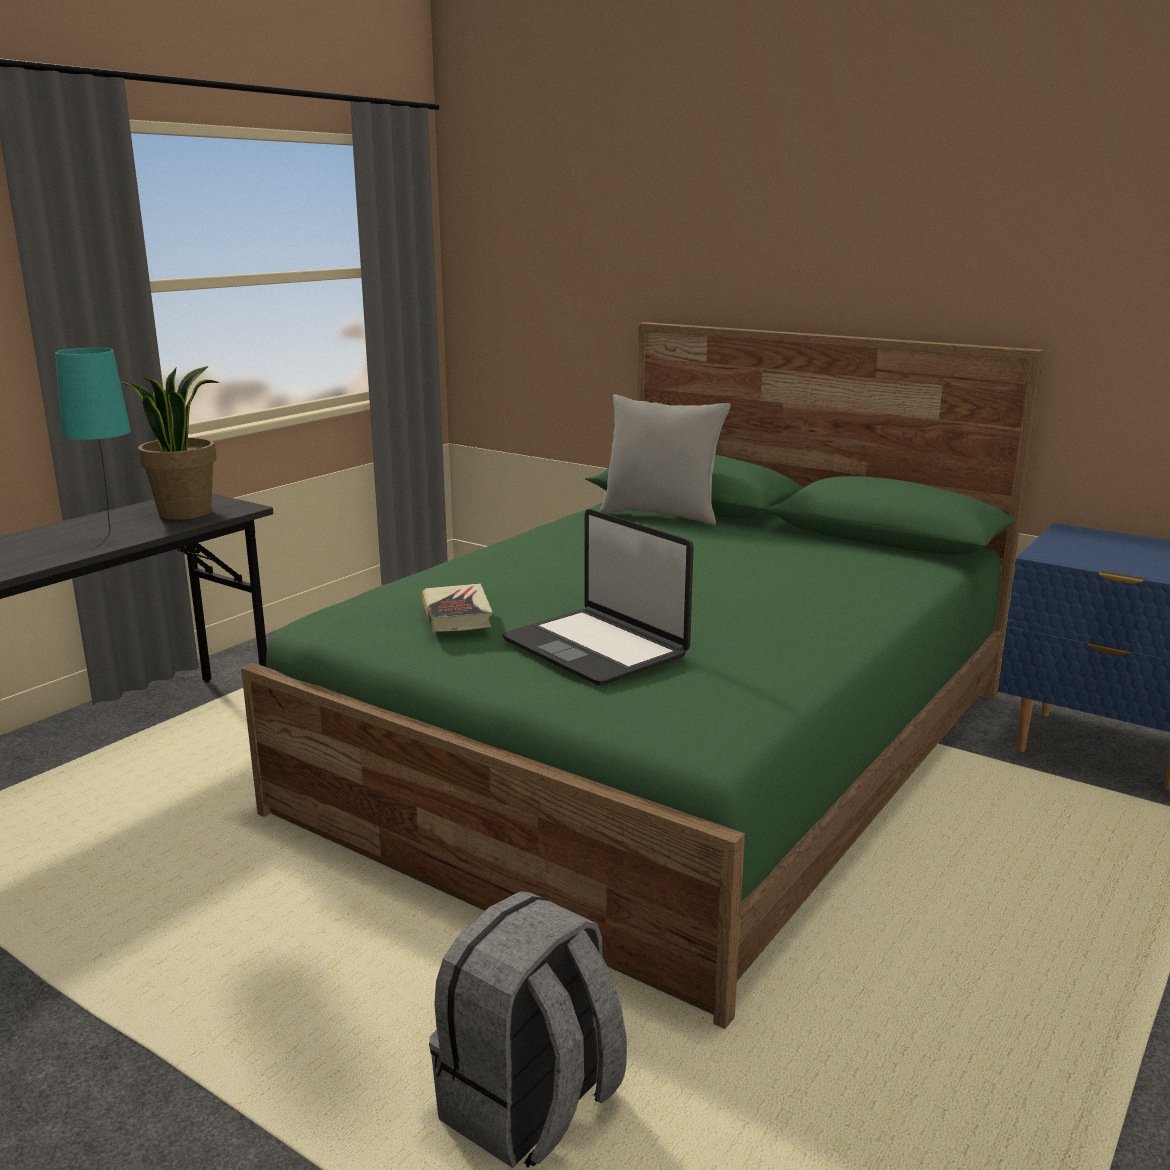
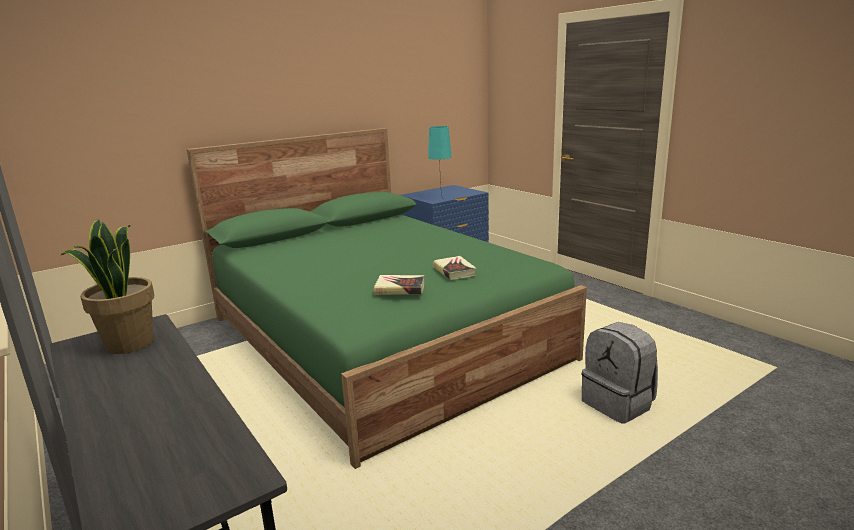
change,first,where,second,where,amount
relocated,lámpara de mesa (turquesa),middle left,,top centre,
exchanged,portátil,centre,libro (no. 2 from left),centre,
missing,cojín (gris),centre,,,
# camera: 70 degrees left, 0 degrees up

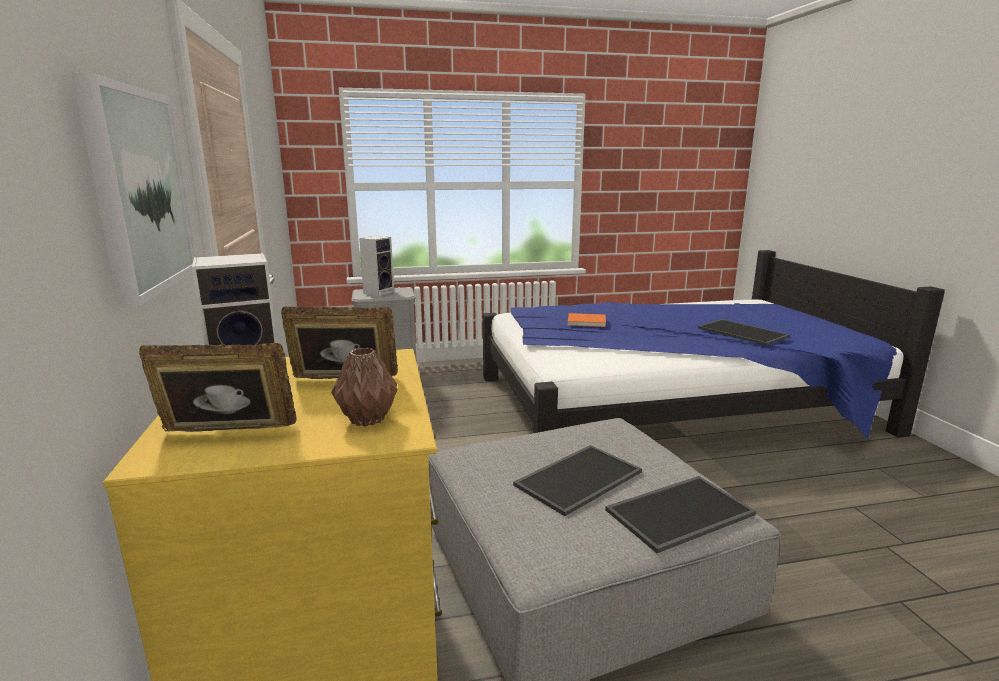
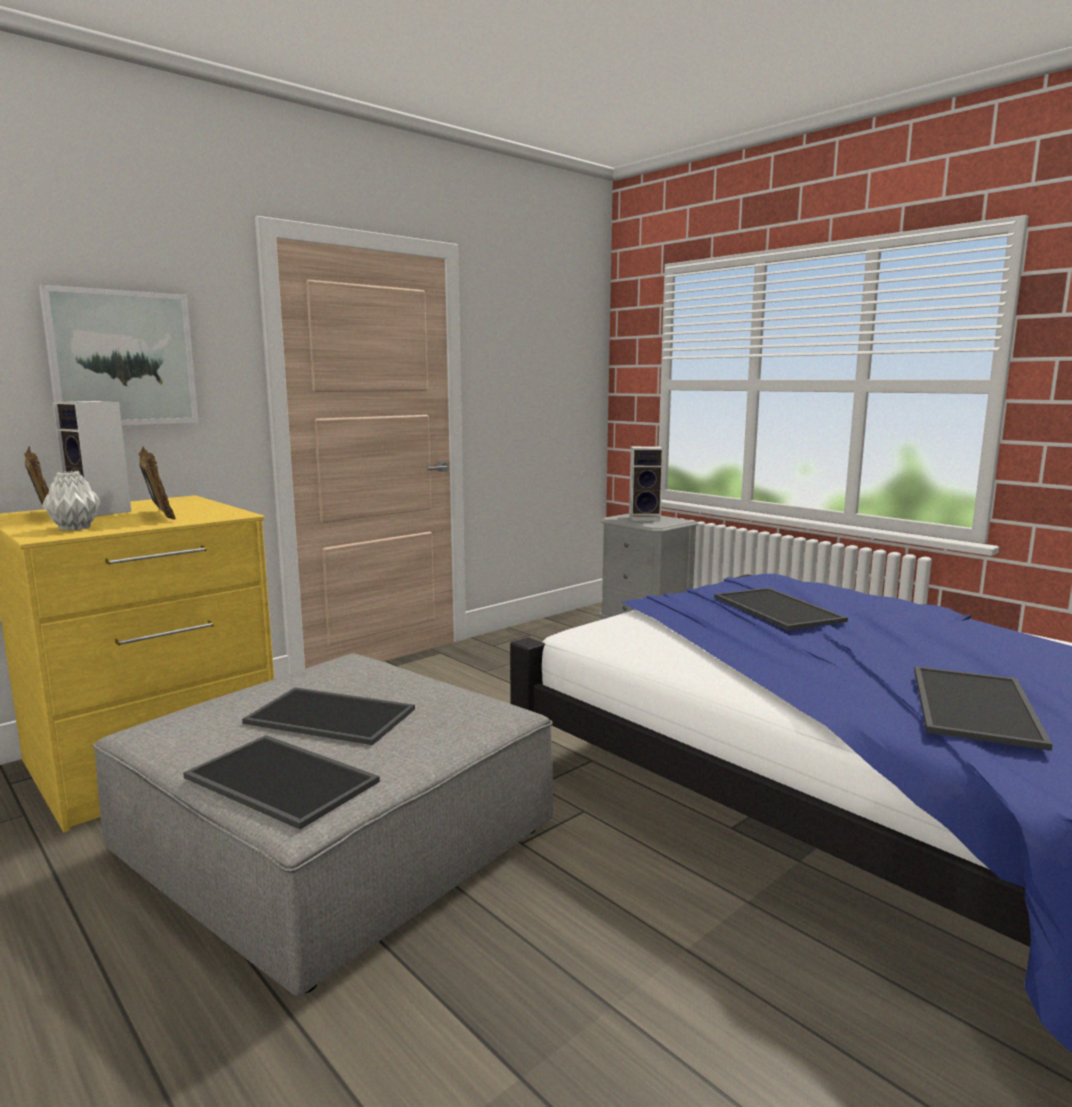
change,first,where,second,where,amount
colour,florero (marrón),centre,florero (gris),middle left,
exchanged,libro (naranja),centre,bandeja (no. 3 from left),middle right,
# camera: 60 degrees right, 5 degrees down

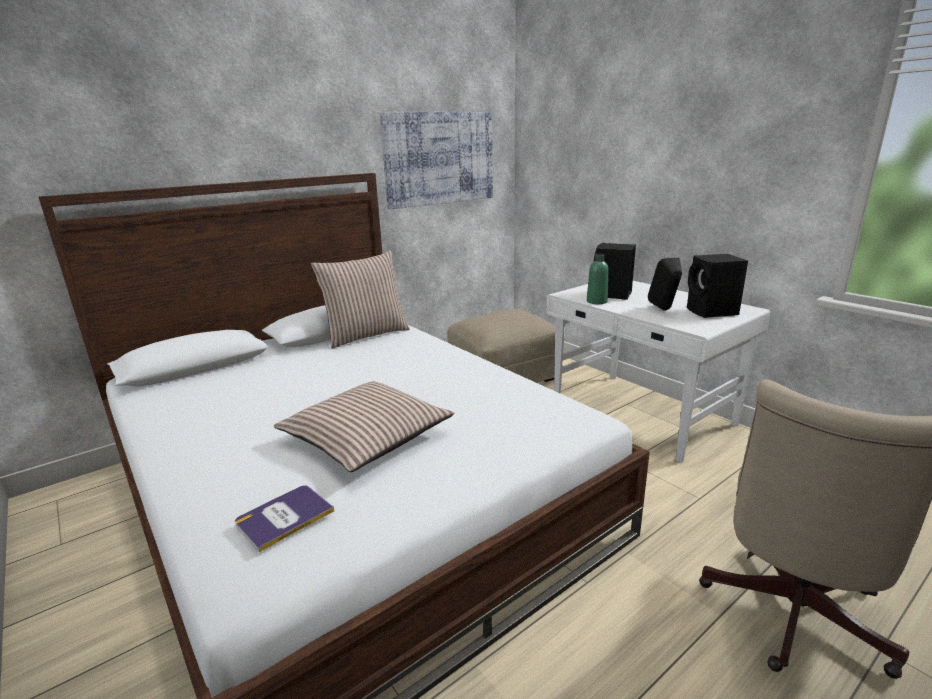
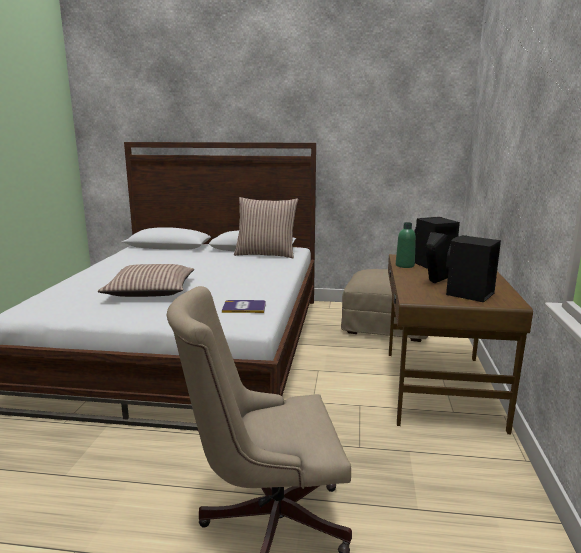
change,first,where,second,where,amount
relocated,libro,bottom left,,centre,
colour,escritorio (blanco),middle right,escritorio (marrón),middle right,
missing,cuadro,top centre,,,
# camera: 45 degrees right, 5 degrees down

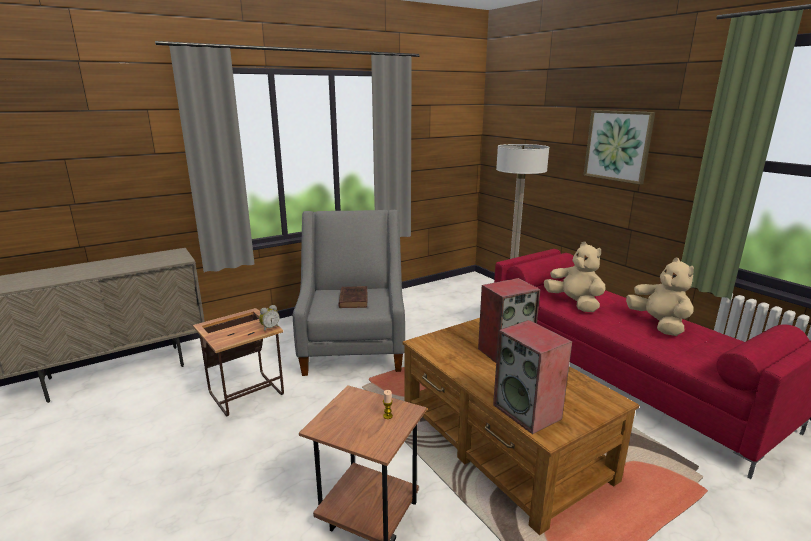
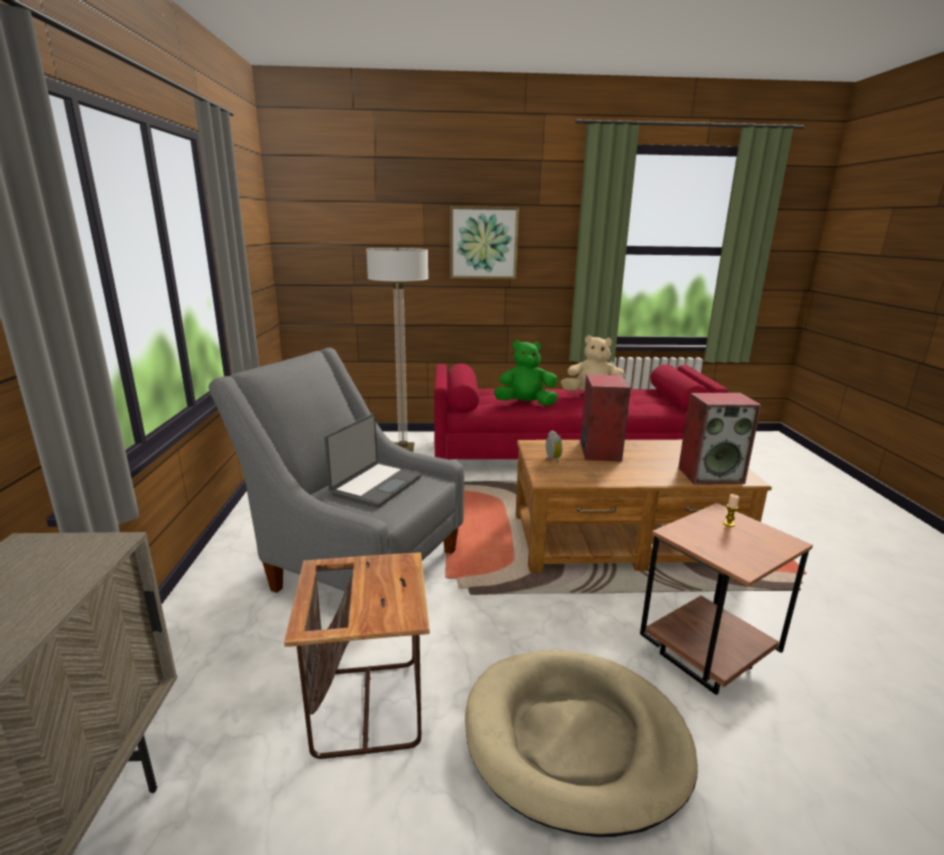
change,first,where,second,where,amount
exchanged,libro (marrón),centre,portátil,centre,
appeared,,,cama para perro (beis),bottom centre,
colour,peluche (beis) (no. 1 from left),middle right,peluche (verde),centre,
relocated,despertador,middle left,,centre,
# camera: 60 degrees left, 0 degrees up

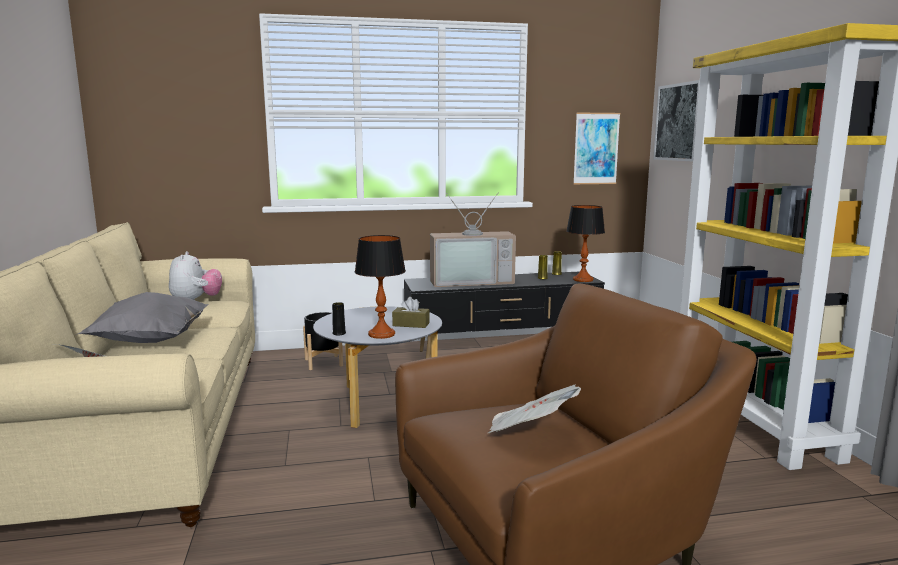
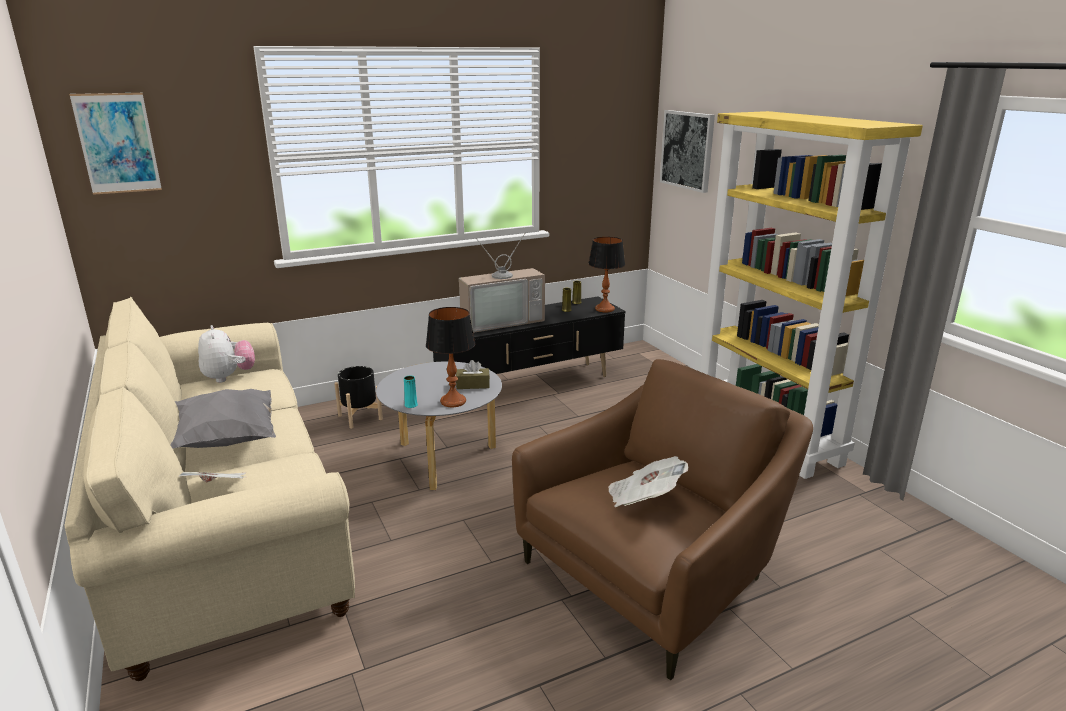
change,first,where,second,where,amount
relocated,cuadro (no. 1 from left),top centre,,top left,
colour,florero (negro),centre,florero (turquesa),centre,
# camera: 15 degrees left, 10 degrees up

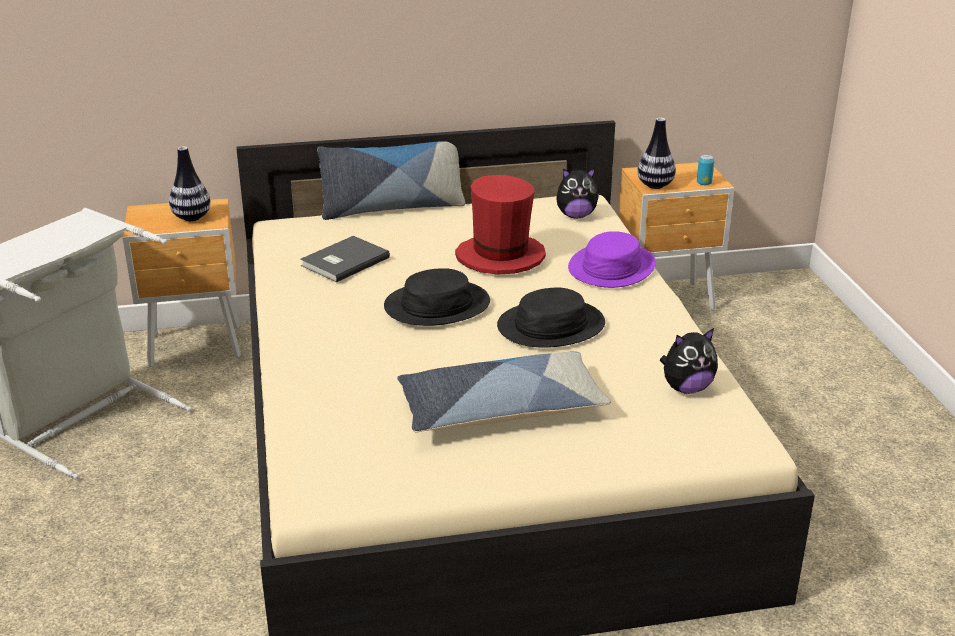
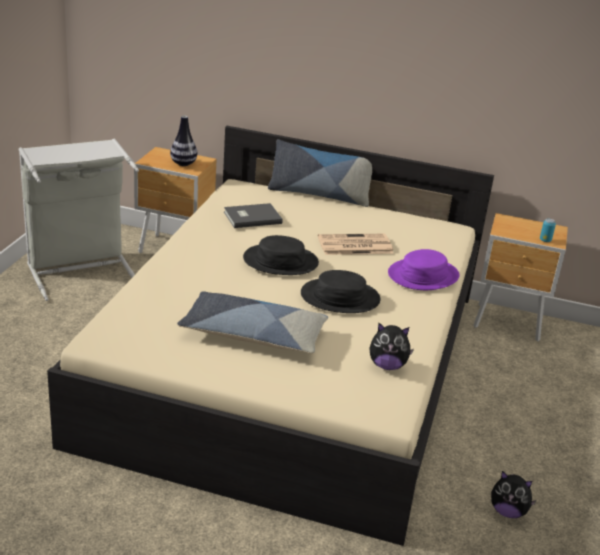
change,first,where,second,where,amount
exchanged,sombrero (rojo),centre,periódico,centre,
relocated,peluche (no. 1 from left in the first image),top centre,peluche (no. 2 from left),bottom right,
missing,florero (no. 2 from left),top right,,,
# camera: 25 degrees right, 0 degrees up

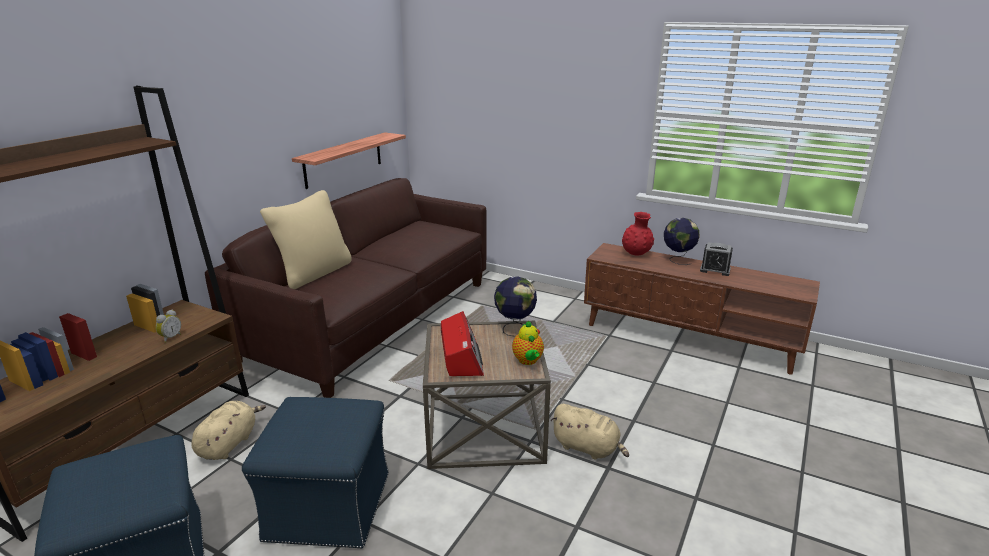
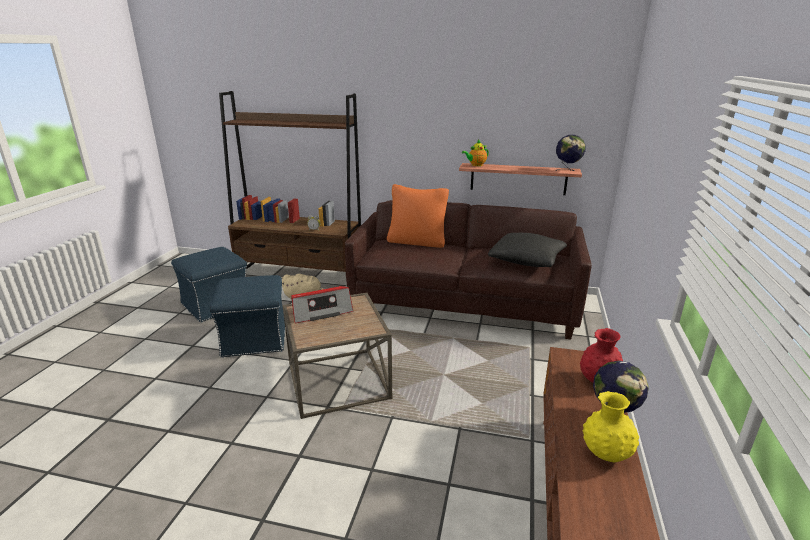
change,first,where,second,where,amount
colour,cojín (beis),middle left,cojín (naranja),centre,
relocated,tetera,centre,,top centre,
appeared,,,cojín (negro),centre,
relocated,globo terráqueo (no. 1 from left),centre,,top right,
exchanged,despertador (no. 2 from left),middle right,florero (amarillo),bottom right,
missing,peluche (beis) (no. 2 from left),bottom centre,,,
# camera: 75 degrees right, 0 degrees up

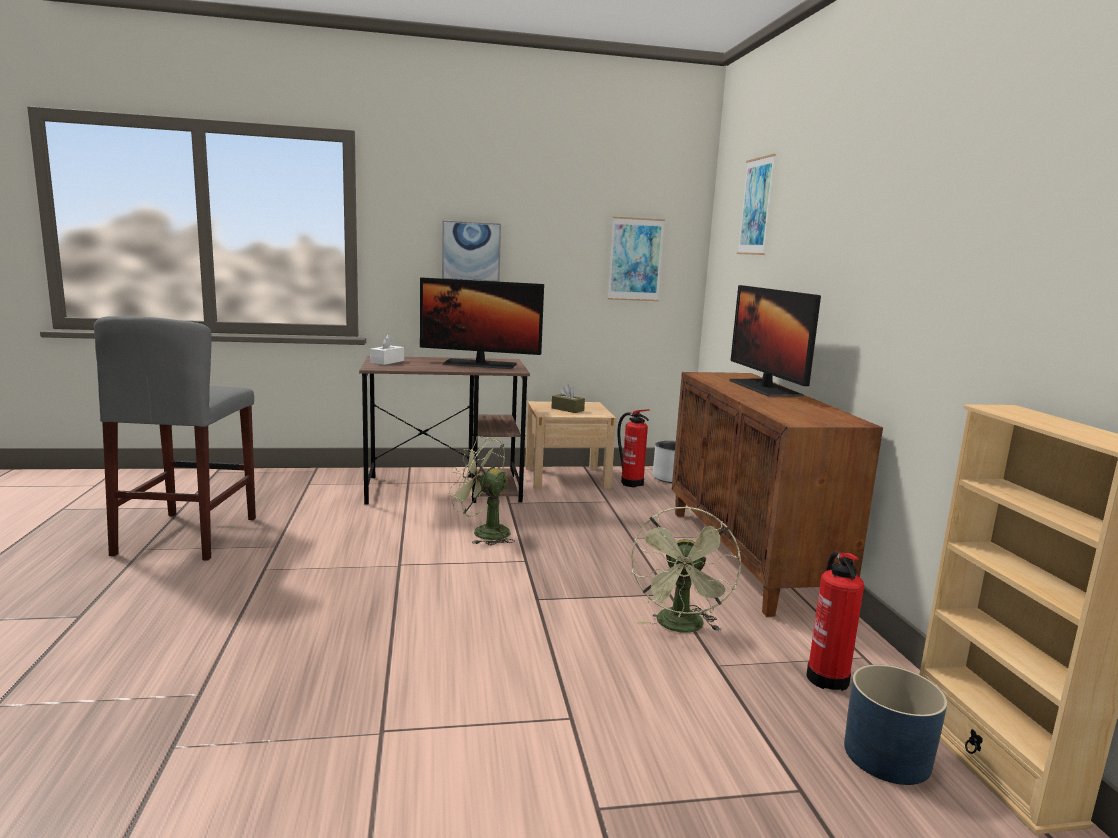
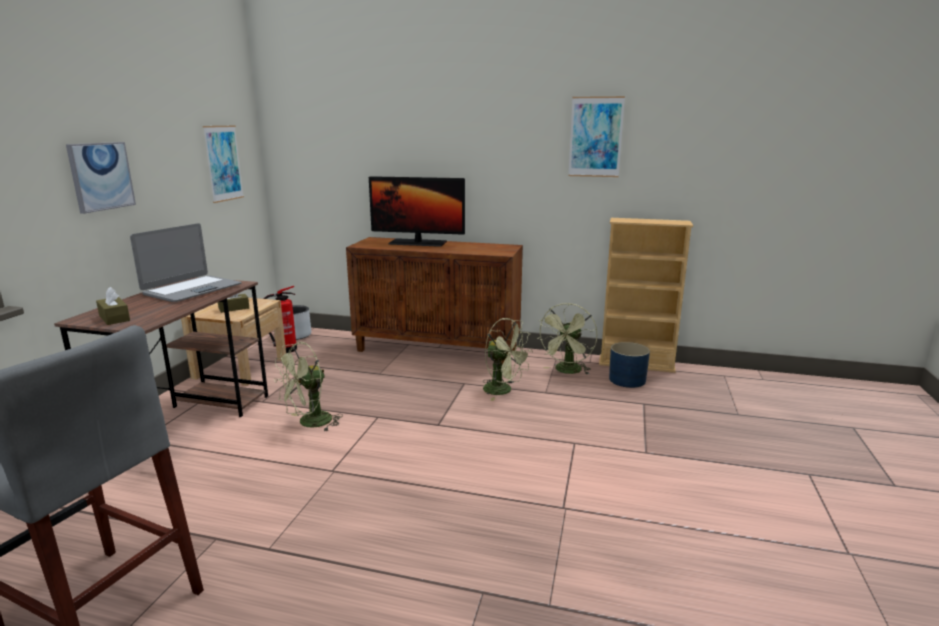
change,first,where,second,where,amount
colour,caja de pañuelos (blanco),centre,caja de pañuelos (marrón) (no. 1 from left),middle left,
exchanged,monitor (no. 1 from left),centre,portátil,middle left,
exchanged,extintor (no. 2 from left),bottom right,ventilador (verde) (no. 3 from left),centre,
relocated,cuadro (no. 3 from left),top right,,top centre,
# camera: 65 degrees left, 5 degrees up

